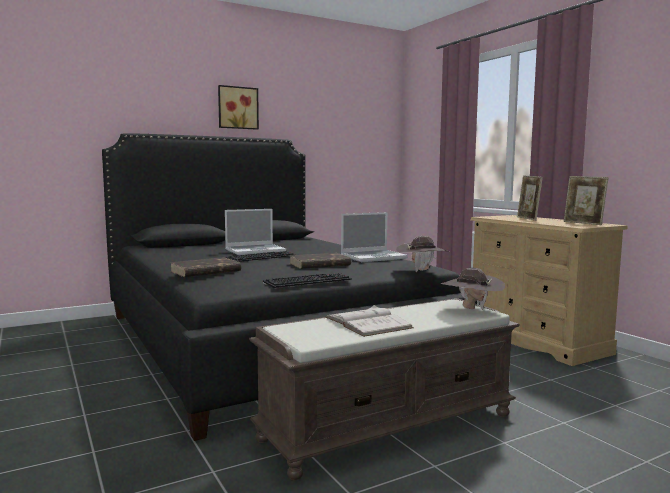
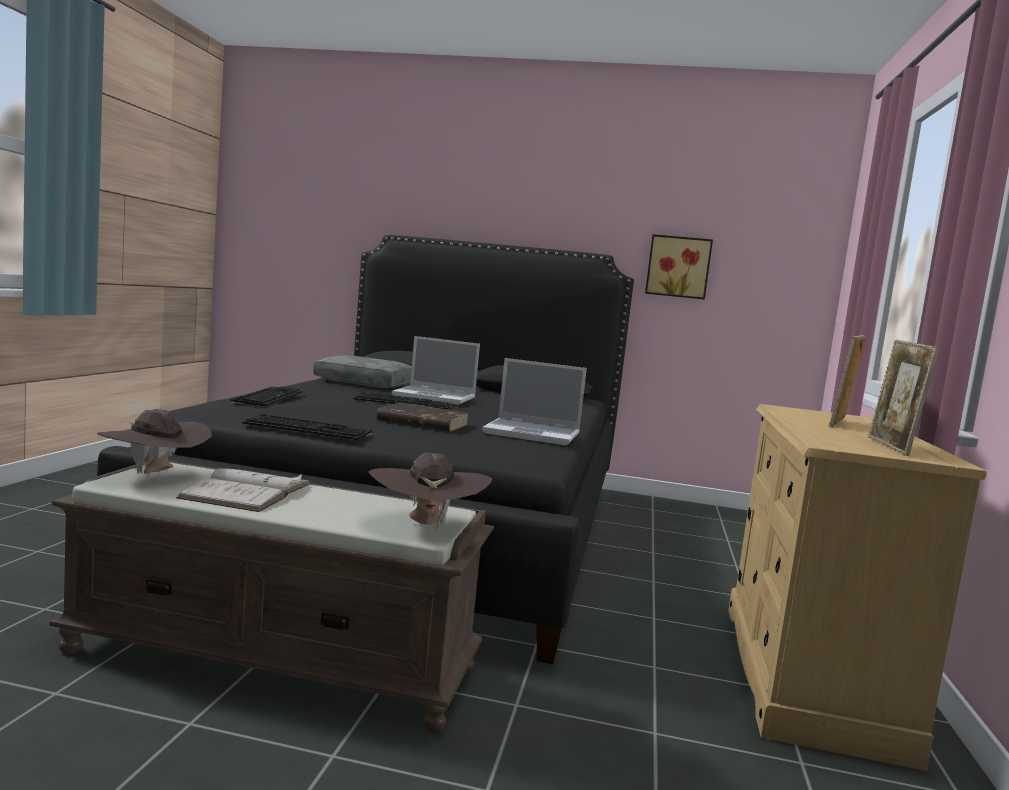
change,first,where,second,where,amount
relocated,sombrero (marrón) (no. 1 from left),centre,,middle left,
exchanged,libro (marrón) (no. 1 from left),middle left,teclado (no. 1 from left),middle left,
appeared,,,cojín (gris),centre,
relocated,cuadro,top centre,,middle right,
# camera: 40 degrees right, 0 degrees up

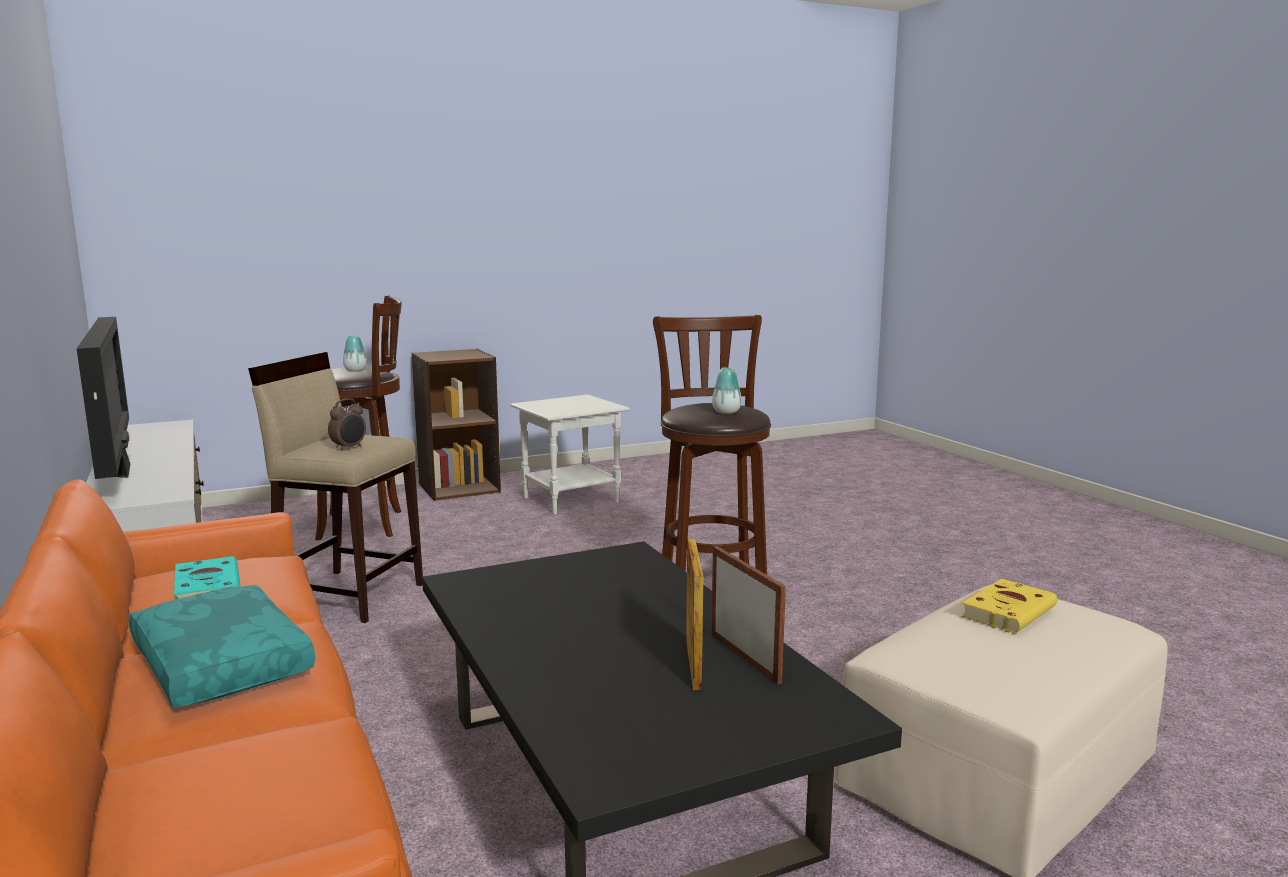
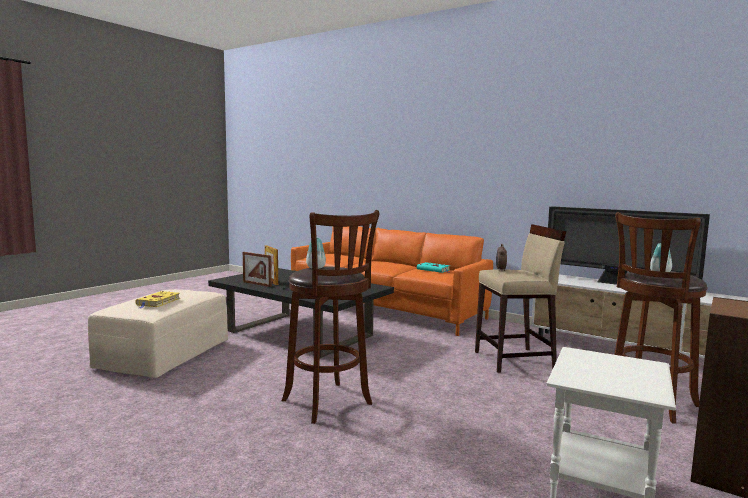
change,first,where,second,where,amount
missing,cojín (turquesa),bottom left,,,
# camera: 150 degrees right, 5 degrees down

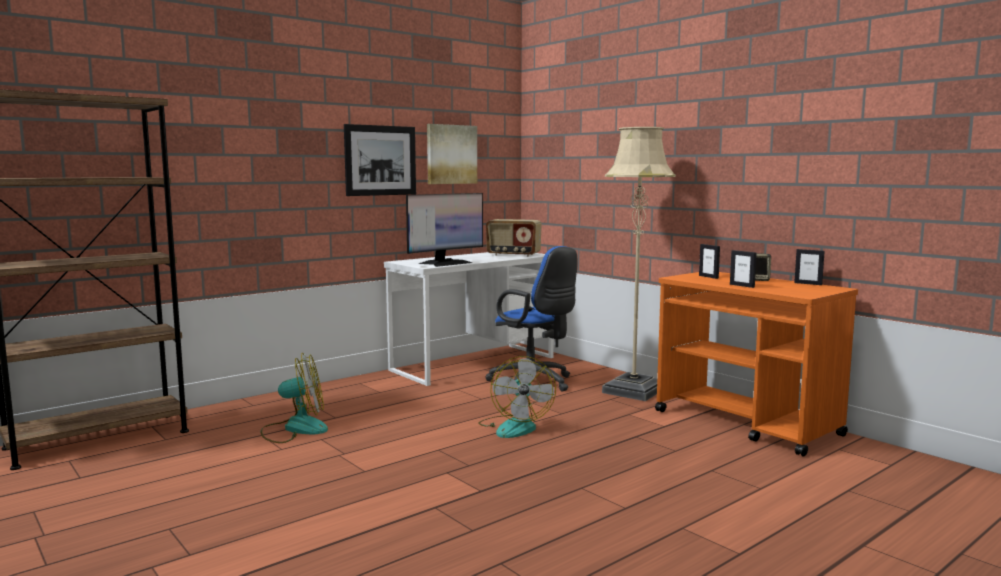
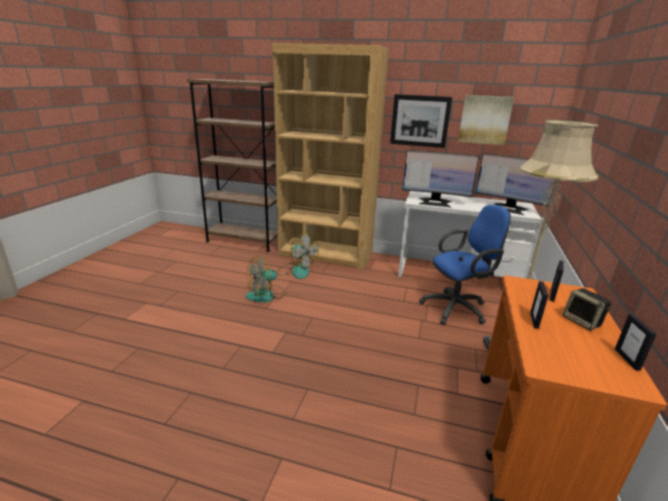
change,first,where,second,where,amount
relocated,ventilador (no. 2 from left in the first image),bottom centre,ventilador (no. 1 from left),centre,
appeared,,,estantería (marrón) (no. 2 from left),top centre,
spun,silla de oficina (azul),centre,,middle right,120 degrees counterclockwise
exchanged,radio,centre,monitor (no. 2 from left),middle right,
# camera: 55 degrees right, 15 degrees up

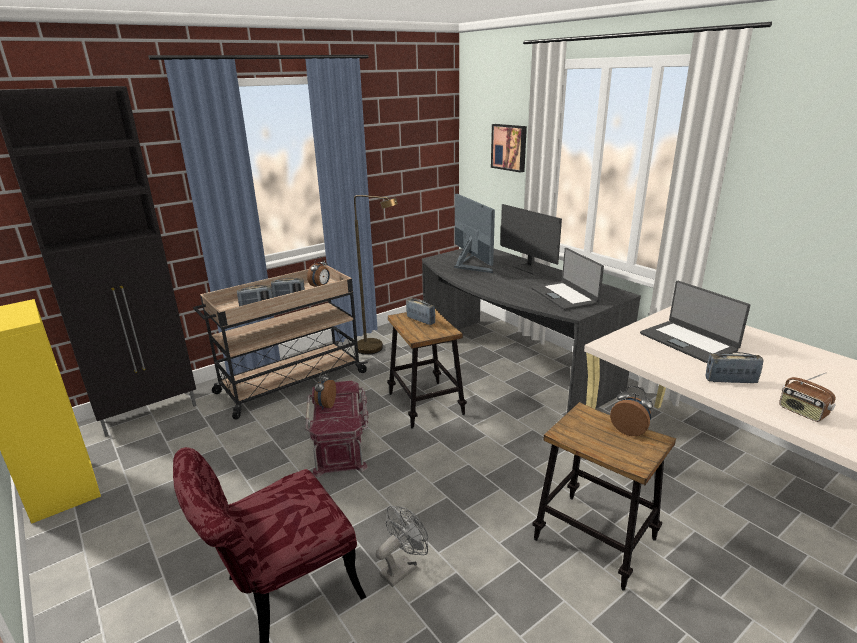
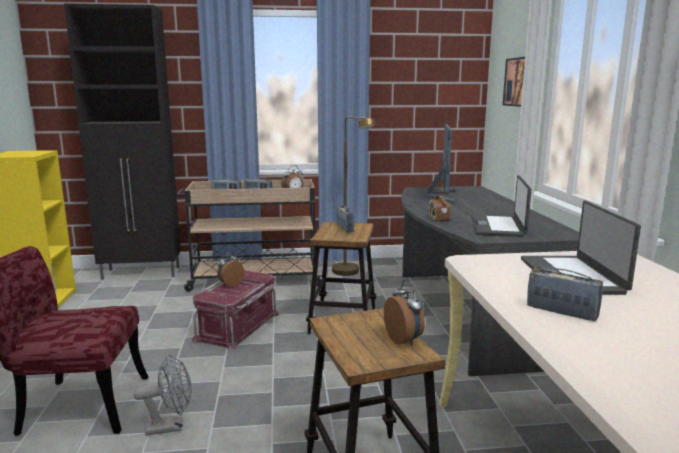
change,first,where,second,where,amount
relocated,radio (no. 5 from left in the first image),middle right,radio (no. 4 from left),centre,
missing,monitor (no. 2 from left),centre,,,
# camera: 30 degrees right, 10 degrees down

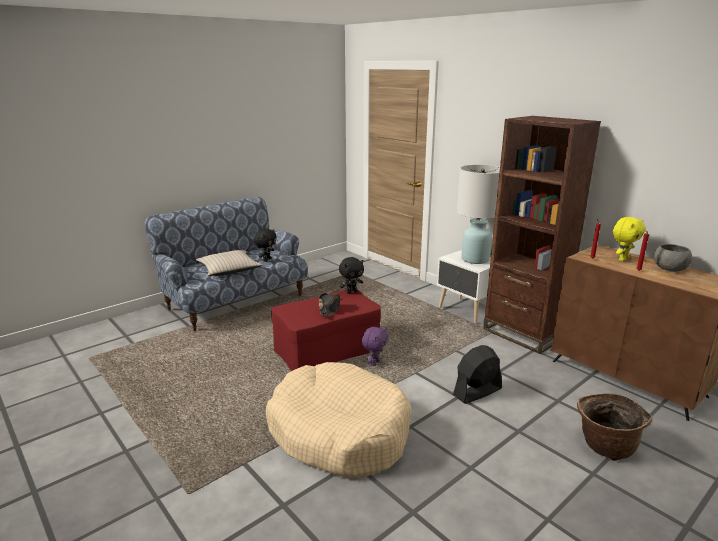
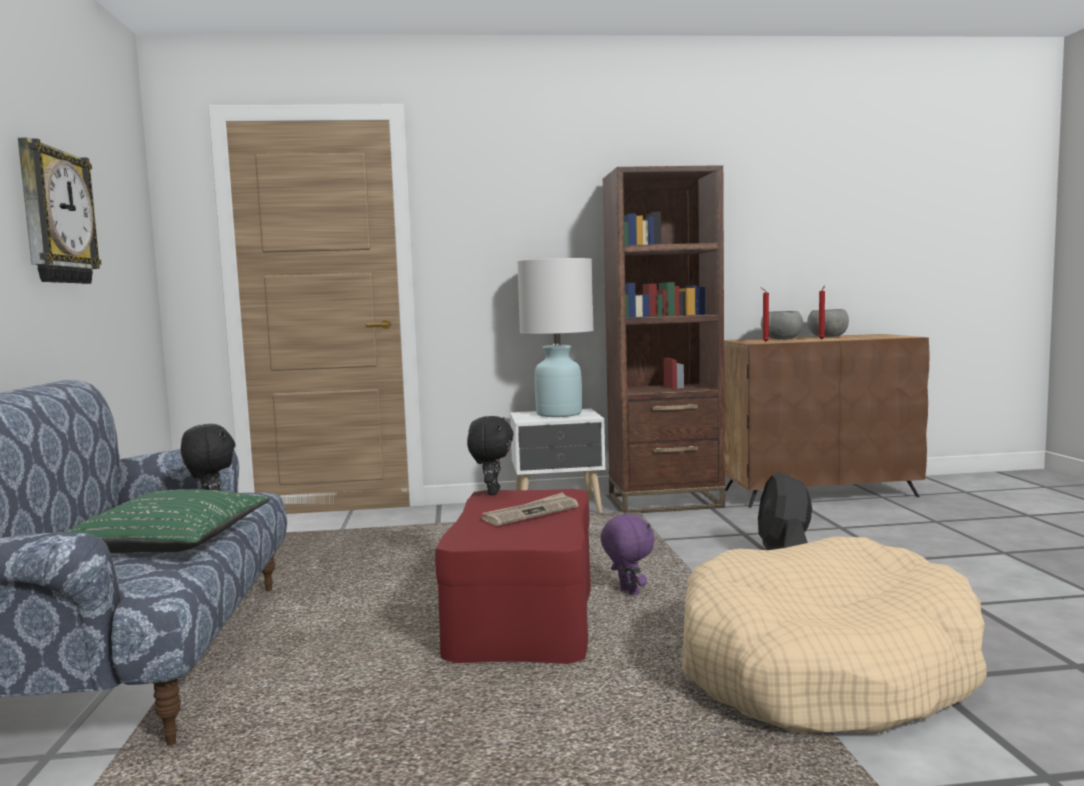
change,first,where,second,where,amount
appeared,,,reloj de pared,top left,
colour,cojín (beis),middle left,cojín (verde),middle left,
exchanged,sombrero (negro),centre,periódico,centre,
exchanged,peluche (amarillo),middle right,cuenco (gris) (no. 1 from left),middle right,
missing,cesta,bottom right,,,
# camera: 55 degrees left, 15 degrees down

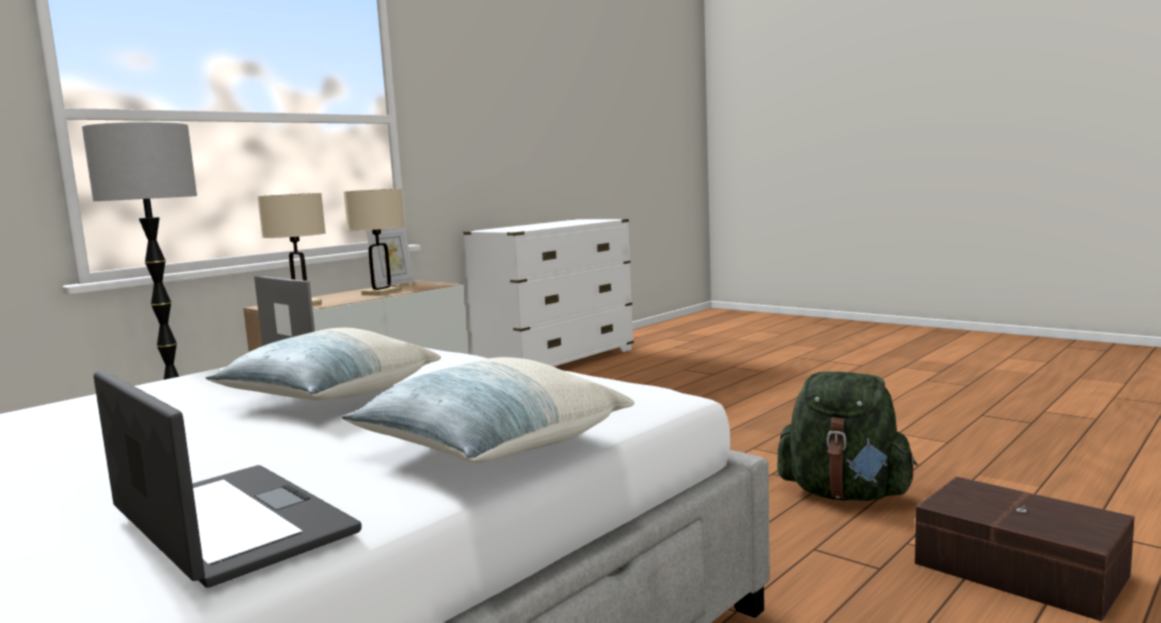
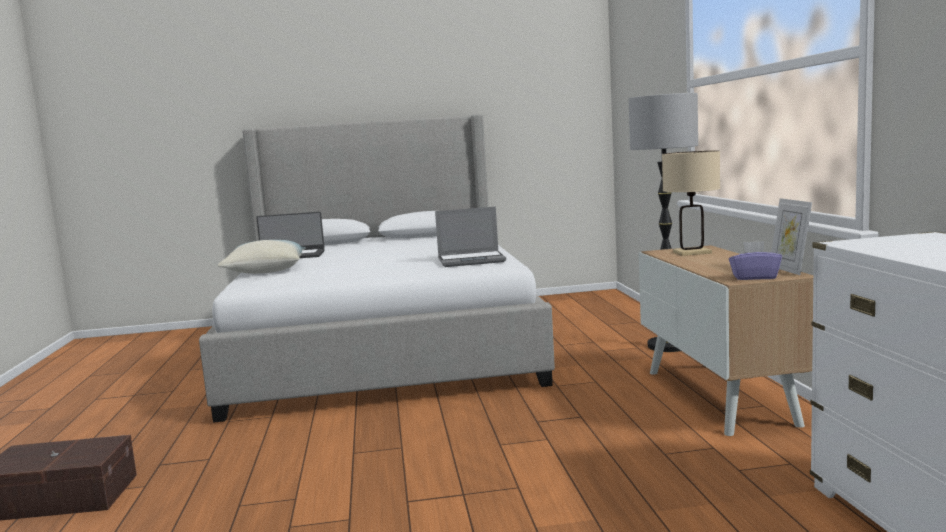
change,first,where,second,where,amount
appeared,,,caja de pañuelos (morado),middle right,
missing,cojín (no. 1 from left),middle left,,,
missing,lámpara de mesa (beis) (no. 2 from left),middle left,,,
missing,mochila (verde),bottom right,,,
# camera: 130 degrees right, 0 degrees up

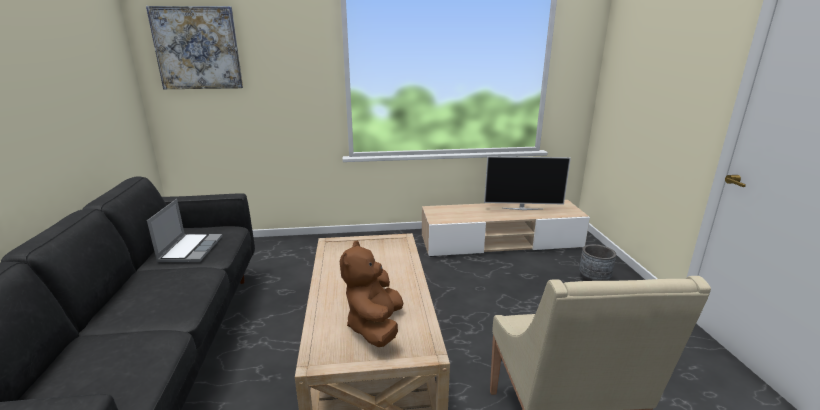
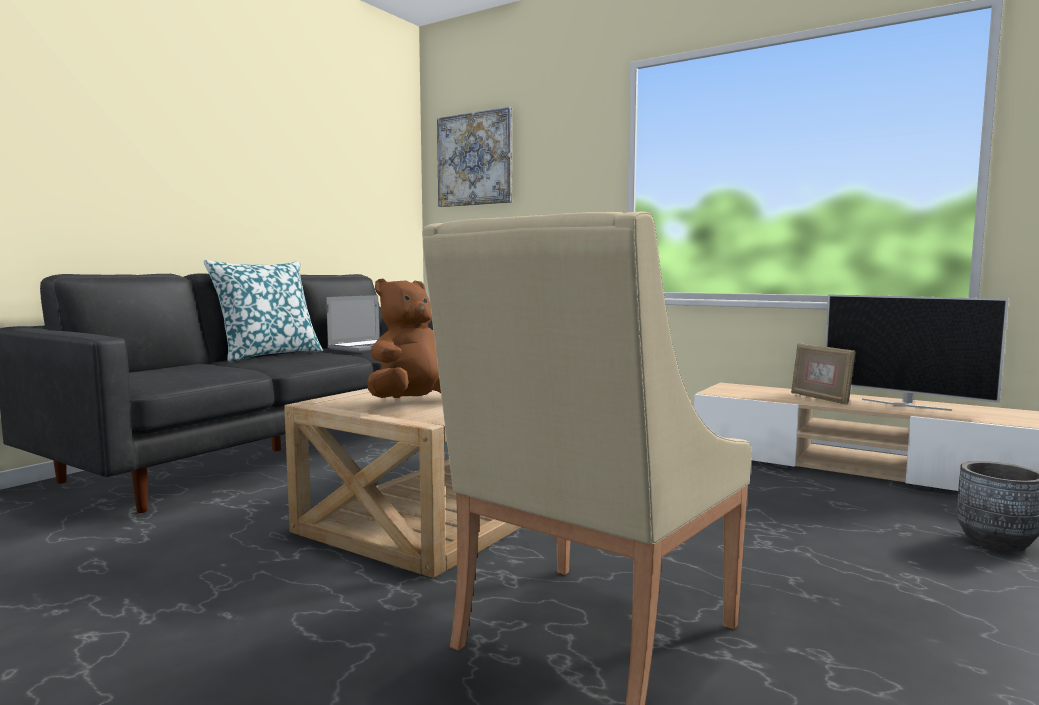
change,first,where,second,where,amount
appeared,,,cojín,middle left,
appeared,,,portarretratos,middle right,
# camera: 40 degrees right, 15 degrees down

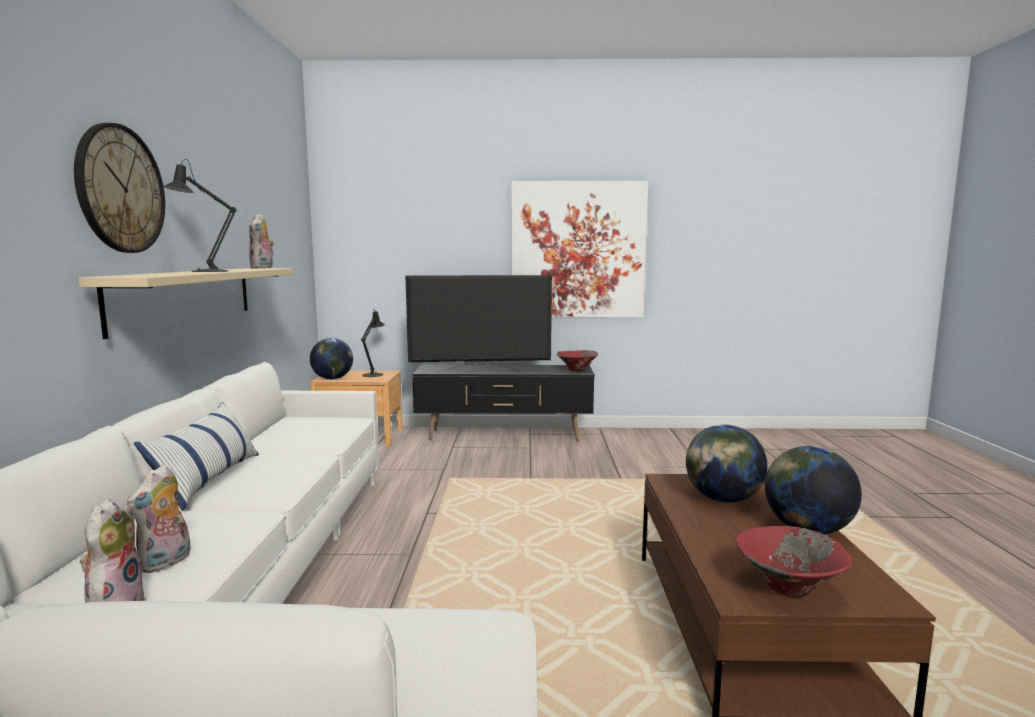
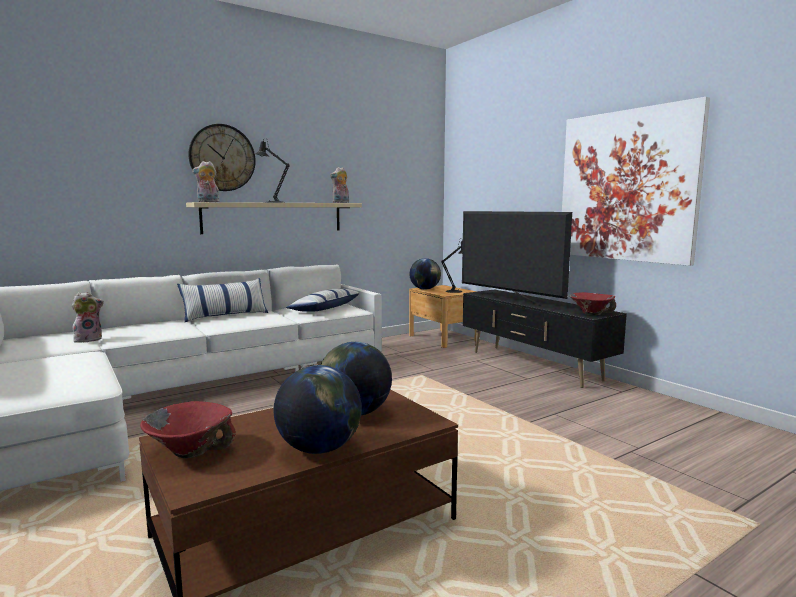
change,first,where,second,where,amount
relocated,peluche (no. 2 from left),bottom left,,top left,
appeared,,,cojín (no. 2 from left),centre,
# camera: 55 degrees right, 0 degrees up

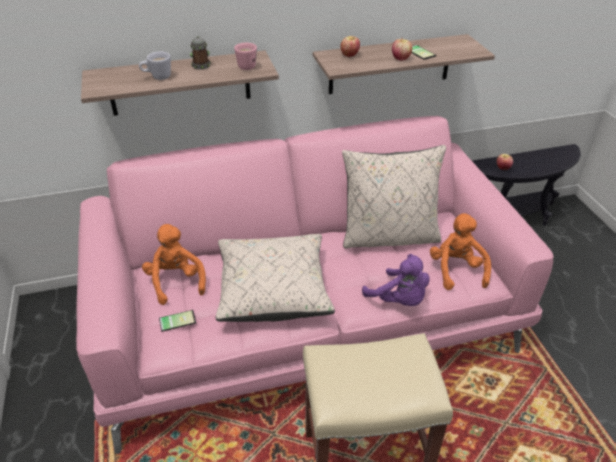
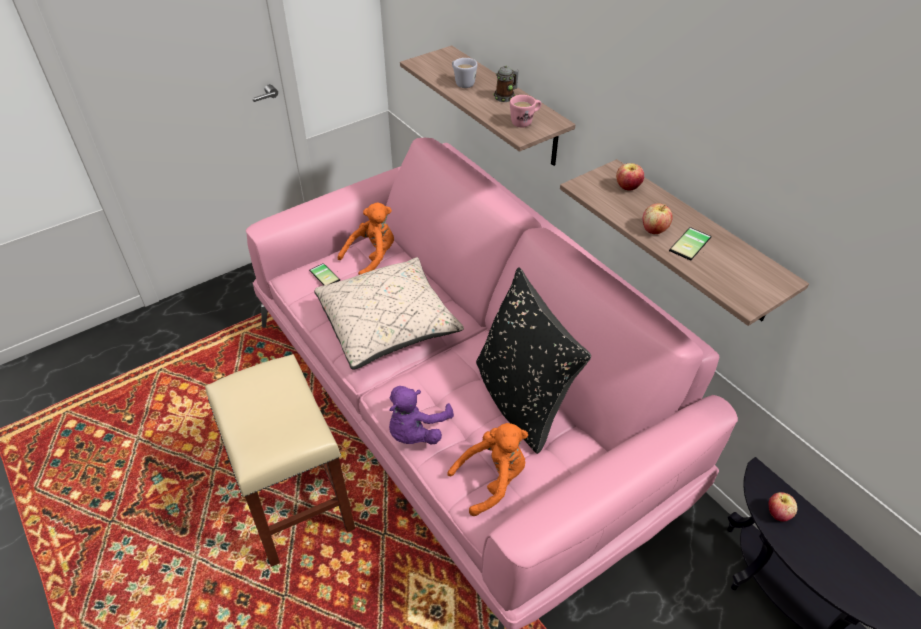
change,first,where,second,where,amount
colour,cojín (beis) (no. 2 from left),centre,cojín (negro),centre,
# camera: 70 degrees right, 5 degrees up

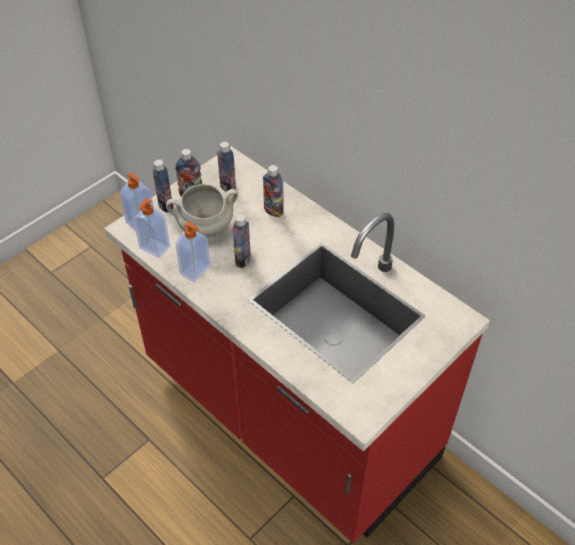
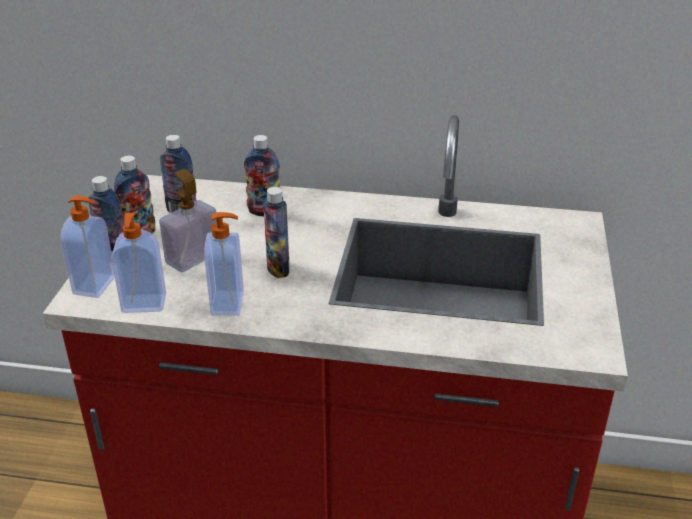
change,first,where,second,where,amount
exchanged,olla (blanco),centre,dispensador de jabón (no. 3 from left),middle left,
# camera: 35 degrees left, 15 degrees down

